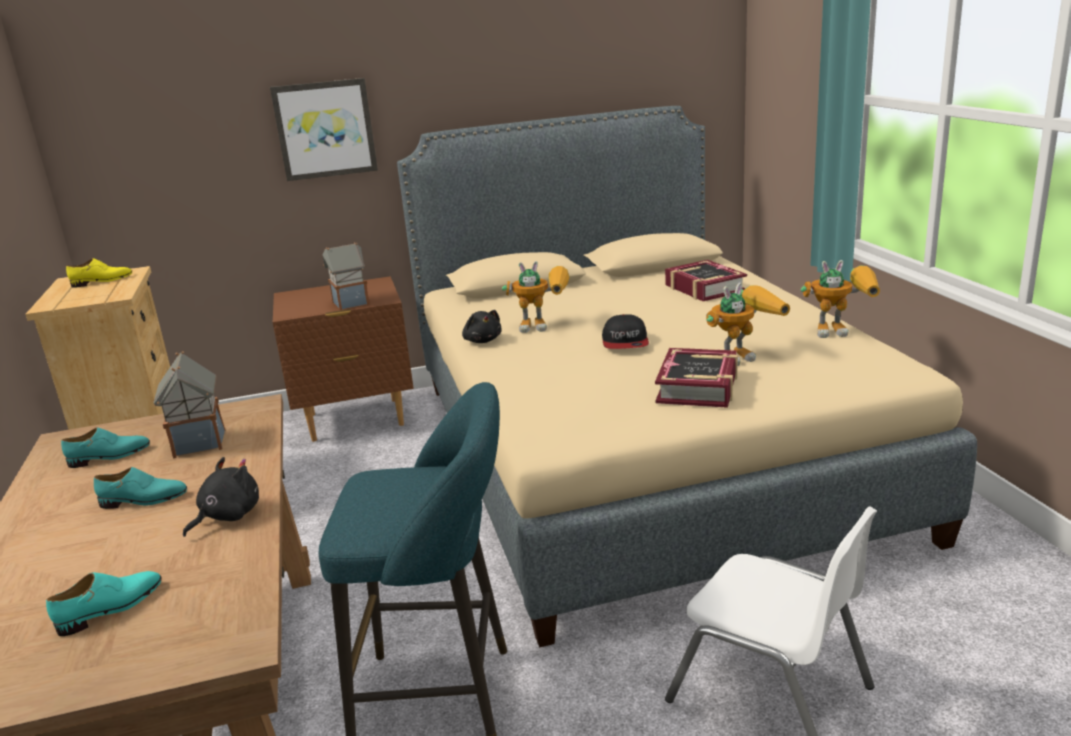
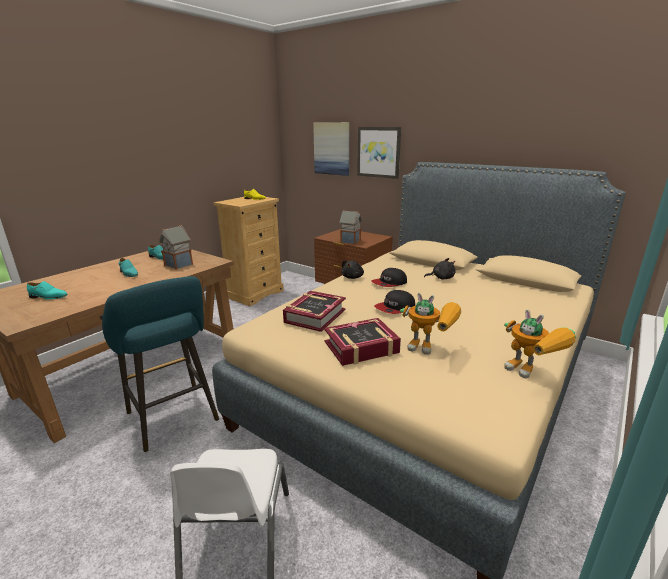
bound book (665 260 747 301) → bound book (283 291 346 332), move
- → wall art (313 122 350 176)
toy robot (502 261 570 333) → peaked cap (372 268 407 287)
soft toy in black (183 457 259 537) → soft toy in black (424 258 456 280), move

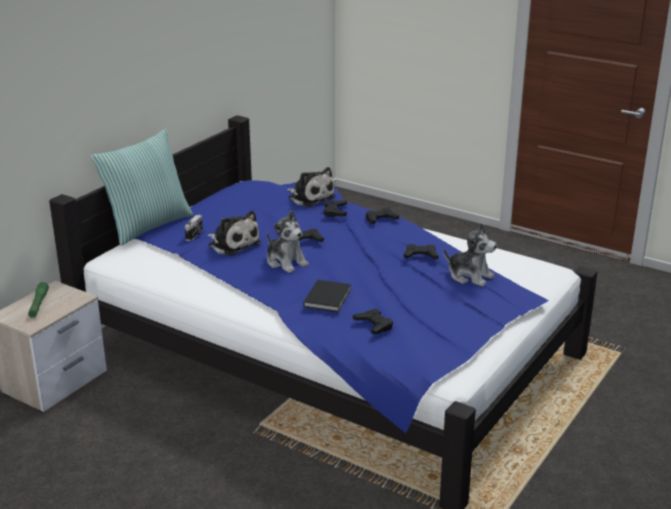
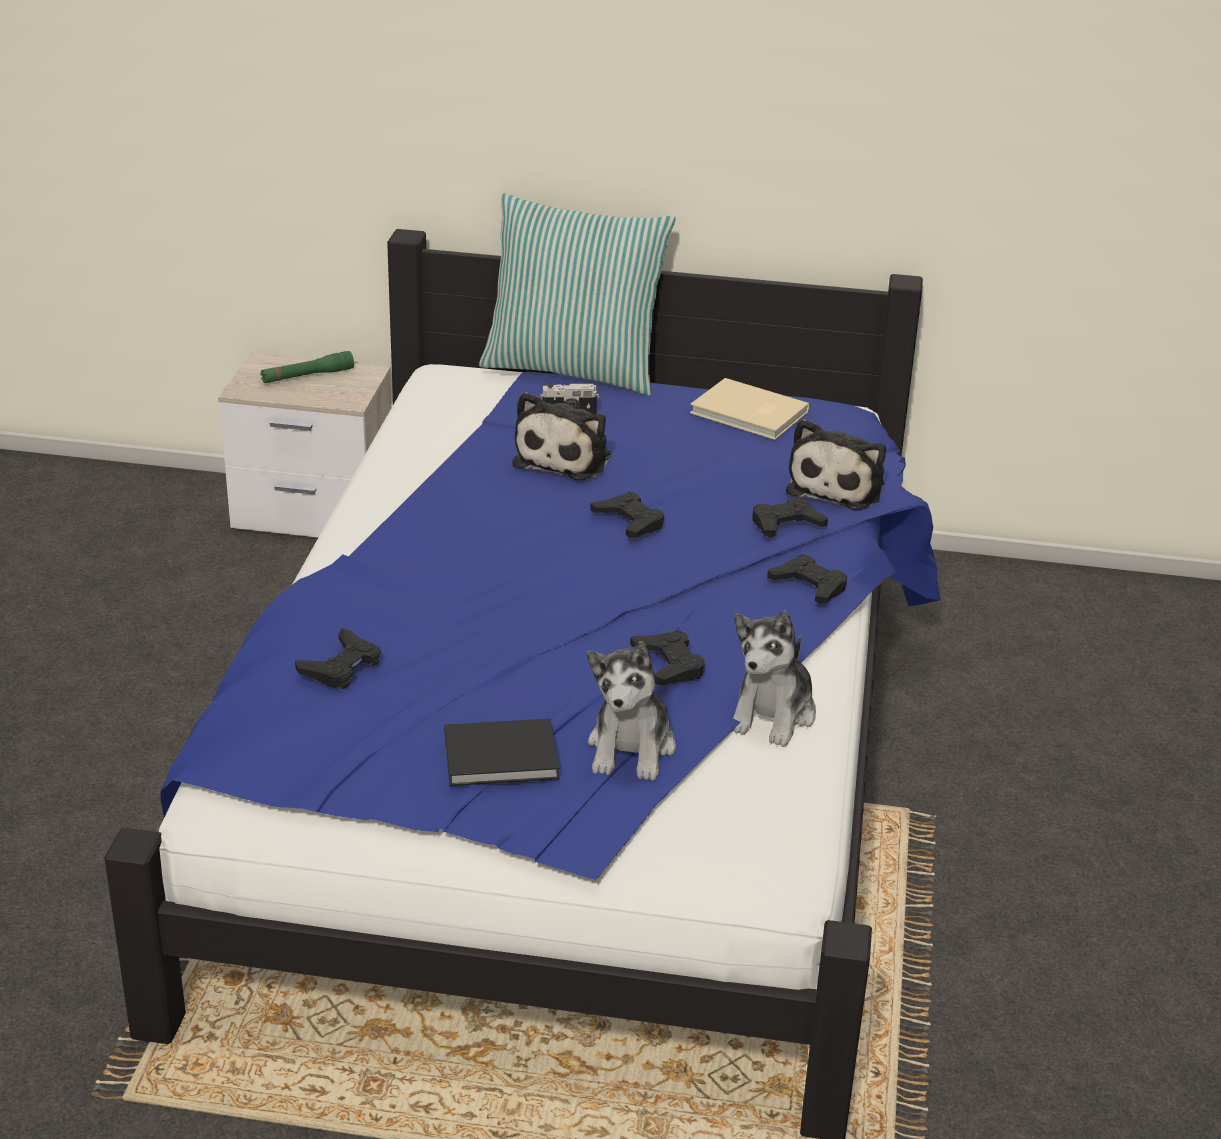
bound book in black (303 280 351 312) → bound book in black (444 719 560 786), move
- → bound book in beige-coloured (690 378 809 440)
soft toy (267 211 309 273) → soft toy (731 611 816 747), move

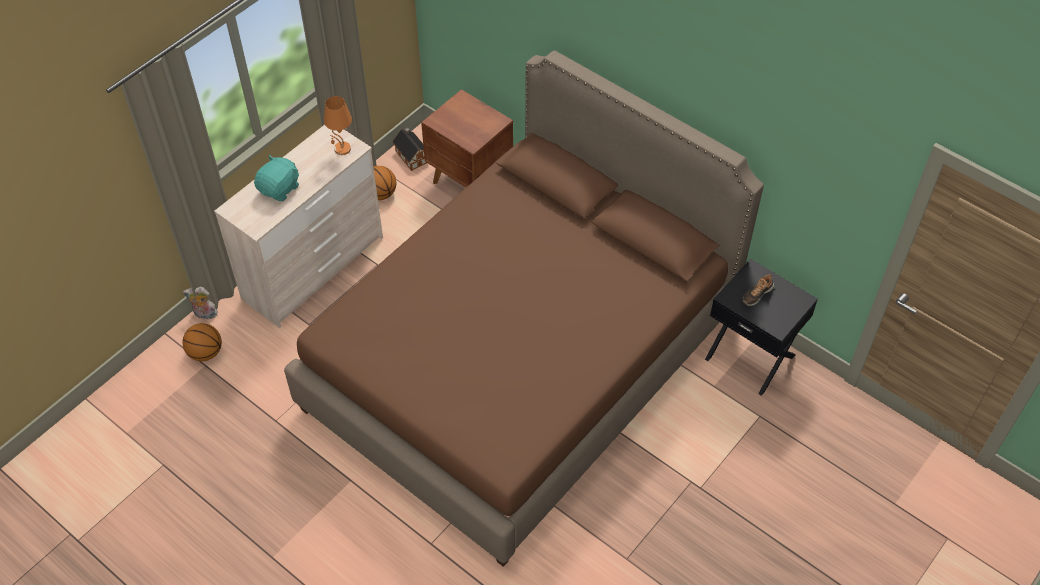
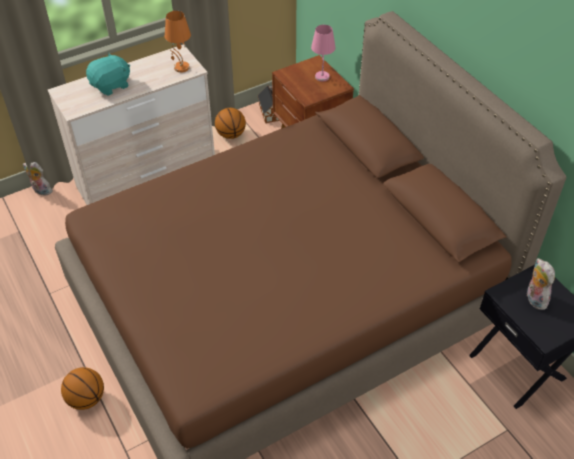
basketball ball (182 323 222 361) → basketball ball (61 367 104 410), move
- → tabletop lamp in pink-coloured (311 25 336 82)
shoe (743 274 774 306) → soft toy (526 258 555 310)

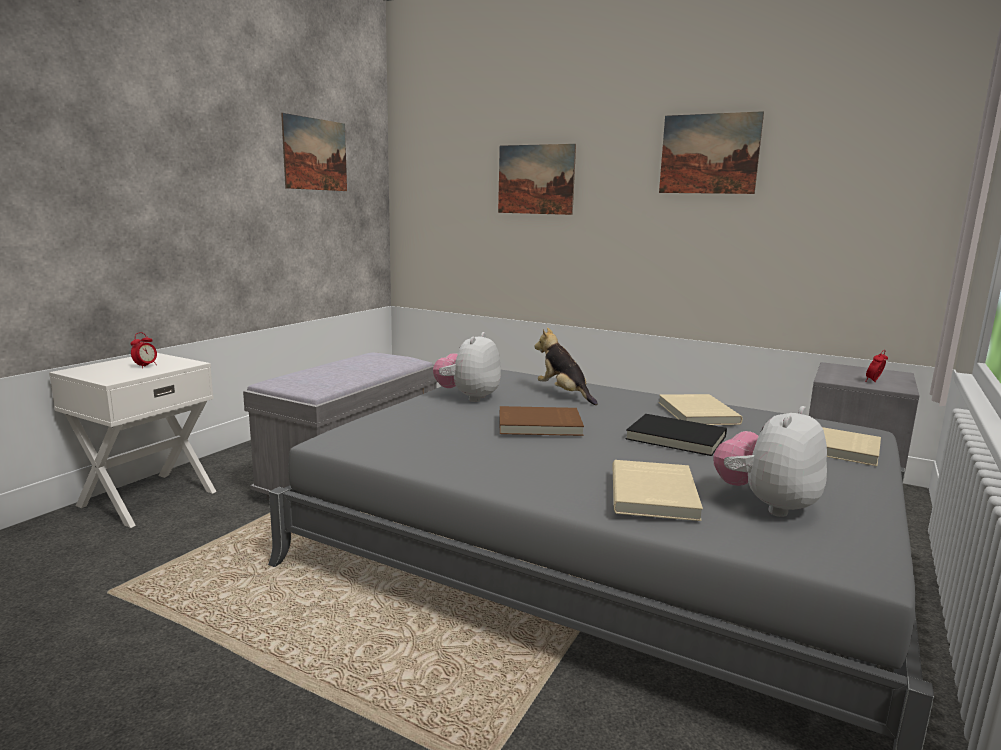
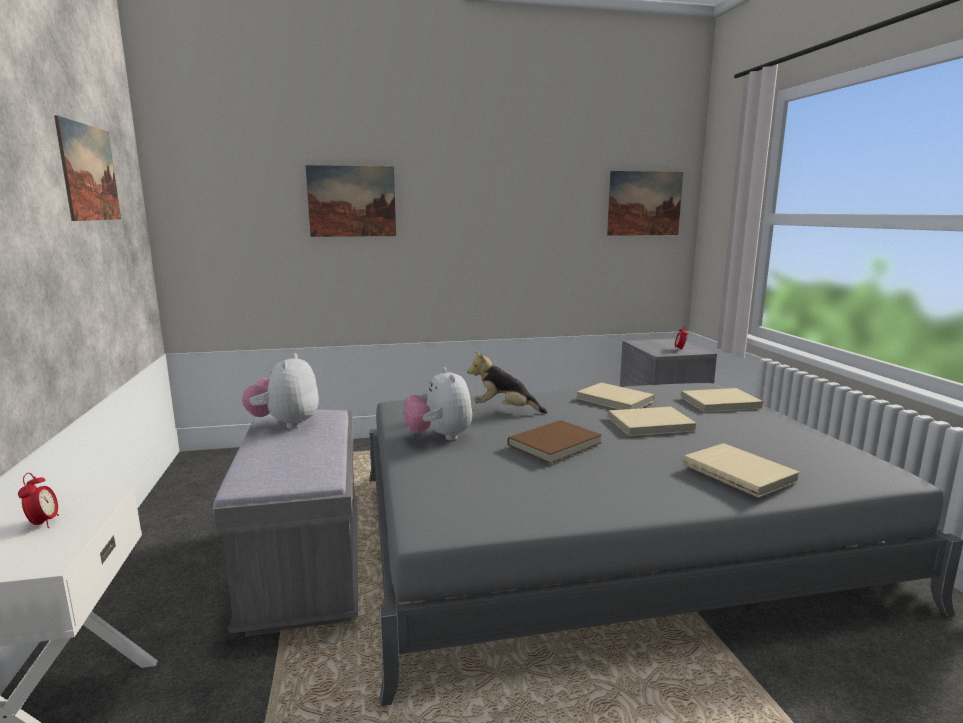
soft toy (713 406 827 517) → soft toy (242 353 319 429), move
wall art (659 111 764 194) → wall art (607 171 683 236), move
bound book in black (626 414 727 456) → bound book in beige-coloured (608 407 697 436)

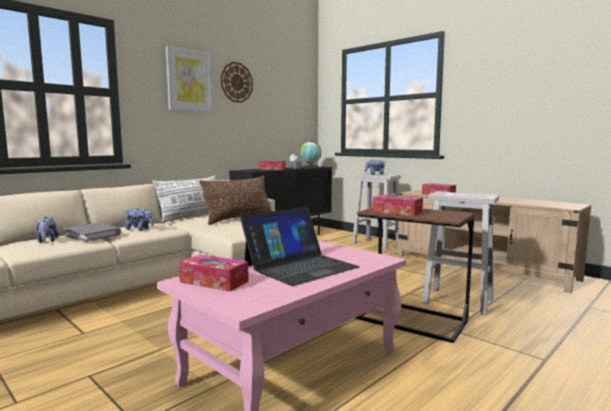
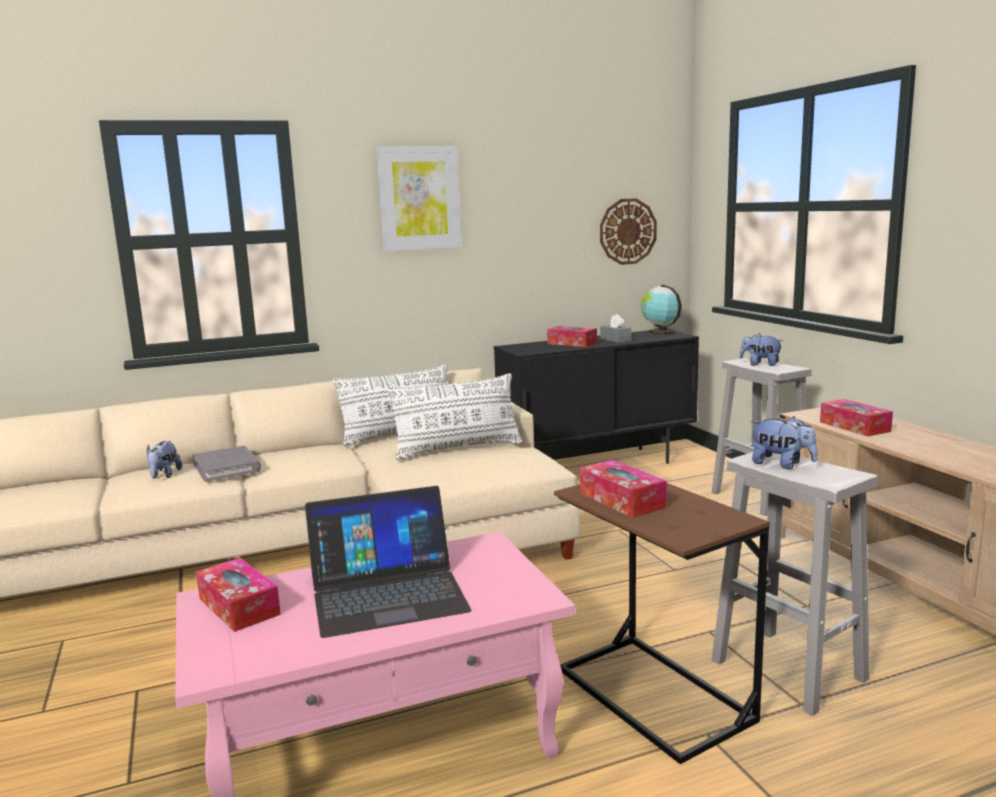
throw pillow in brown-coloured (199 176 272 225) → throw pillow in whitish (387 373 522 460)
hanging clock (221 62 253 103) → hanging clock (600 198 657 265), move
soft toy (125 207 154 231) → soft toy (750 416 817 469), move

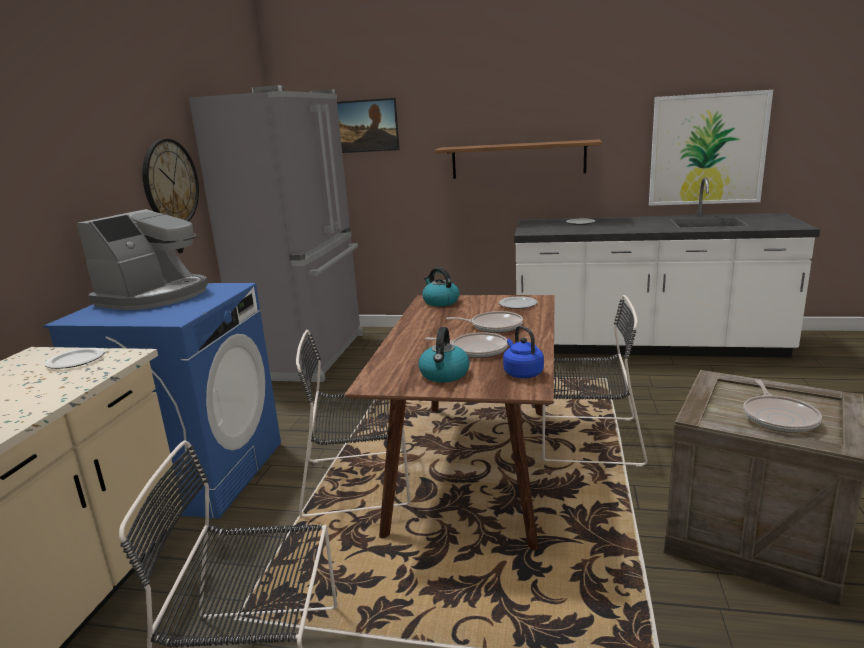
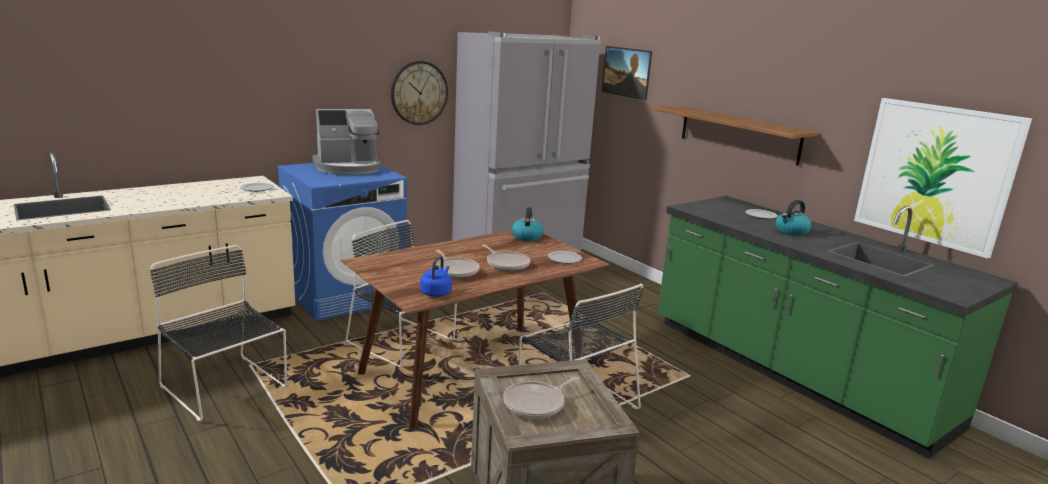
kitchen counter in whitish (514 177 820 358) → kitchen counter in greenish (658 196 1018 459)
water kettle (418 327 470 382) → water kettle (776 200 811 235), move

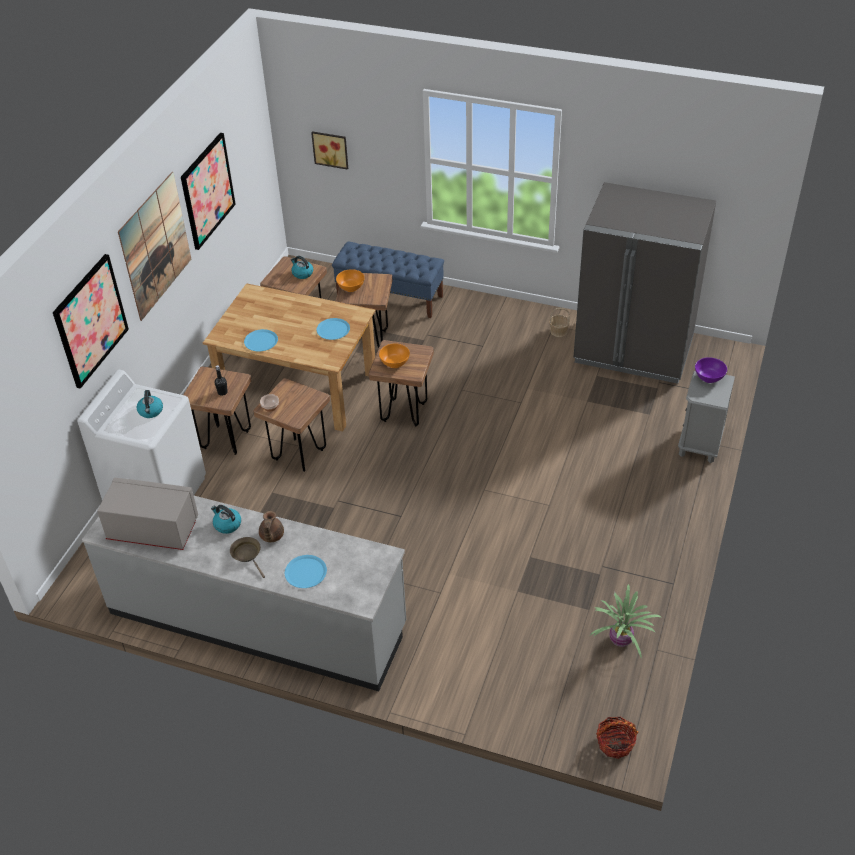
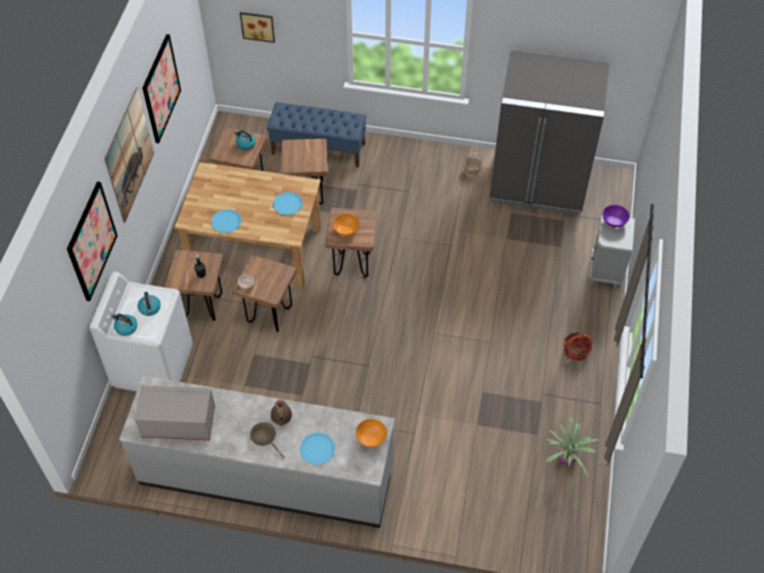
water kettle (211 505 241 534) → water kettle (111 314 137 336), move
deep dish in orangey (336 269 365 292) → deep dish in orangey (356 419 387 448), move
household basket (596 717 638 759) → household basket (564 332 593 361), move

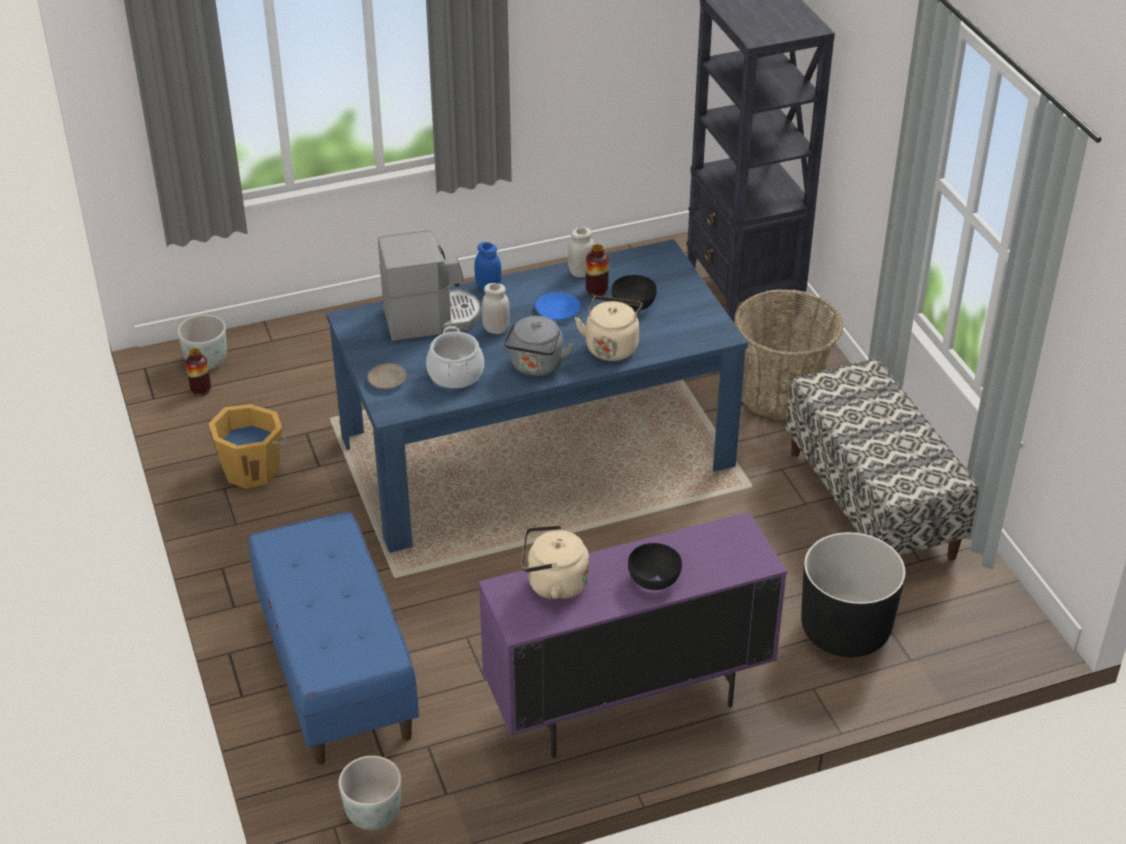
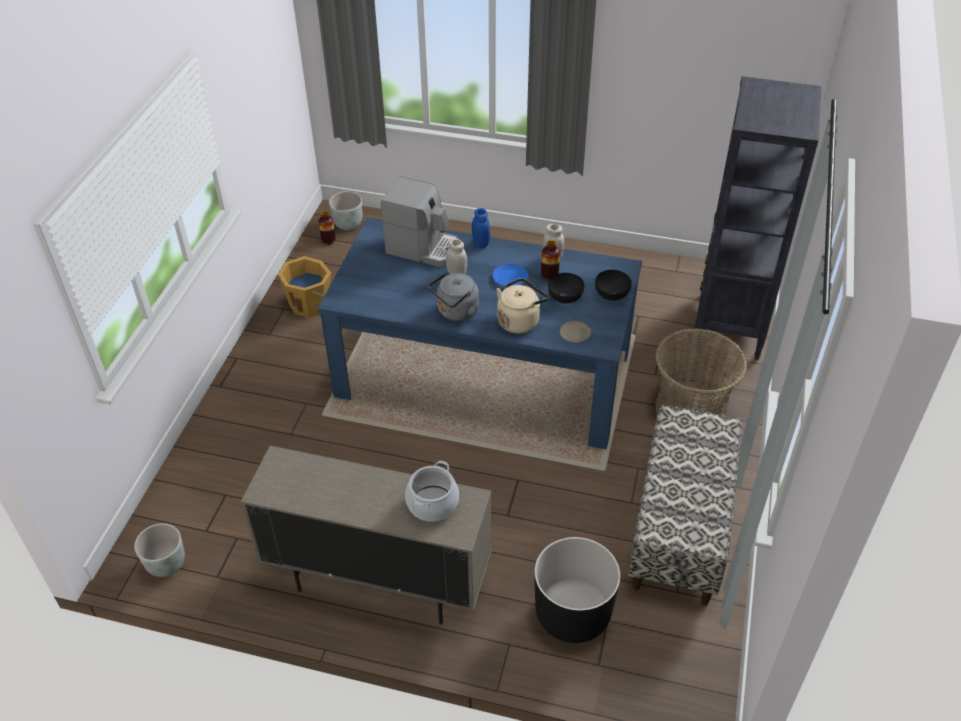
cabinet in purple-coloured (479 512 787 759) → cabinet in beige-coloured (241 446 491 625)
cooking pot (426 326 484 389) → cooking pot (405 461 459 522), move
dinner plate in beige-coloured (368 363 406 389) → dinner plate in beige-coloured (560 321 591 343), move
deep dish in black (628 543 682 590) → deep dish in black (595 270 632 301), move
bench in blue-coloured (249 511 419 765) → -
water kettle in beige-coloured (521 525 589 601) → -

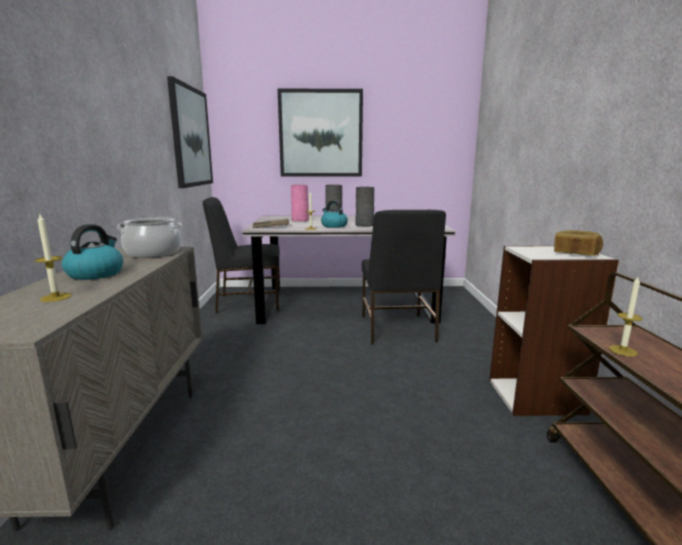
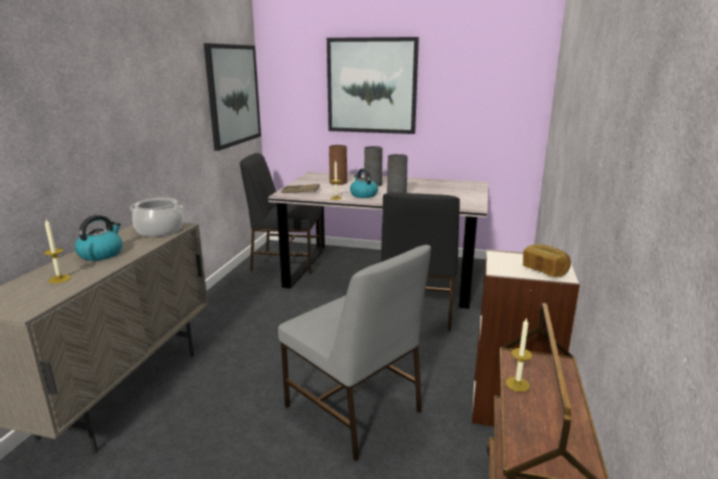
- → chair in greyish (278 245 431 461)
decorative vase in pink-coloured (291 185 309 222) → decorative vase in brown-coloured (329 145 347 185)

